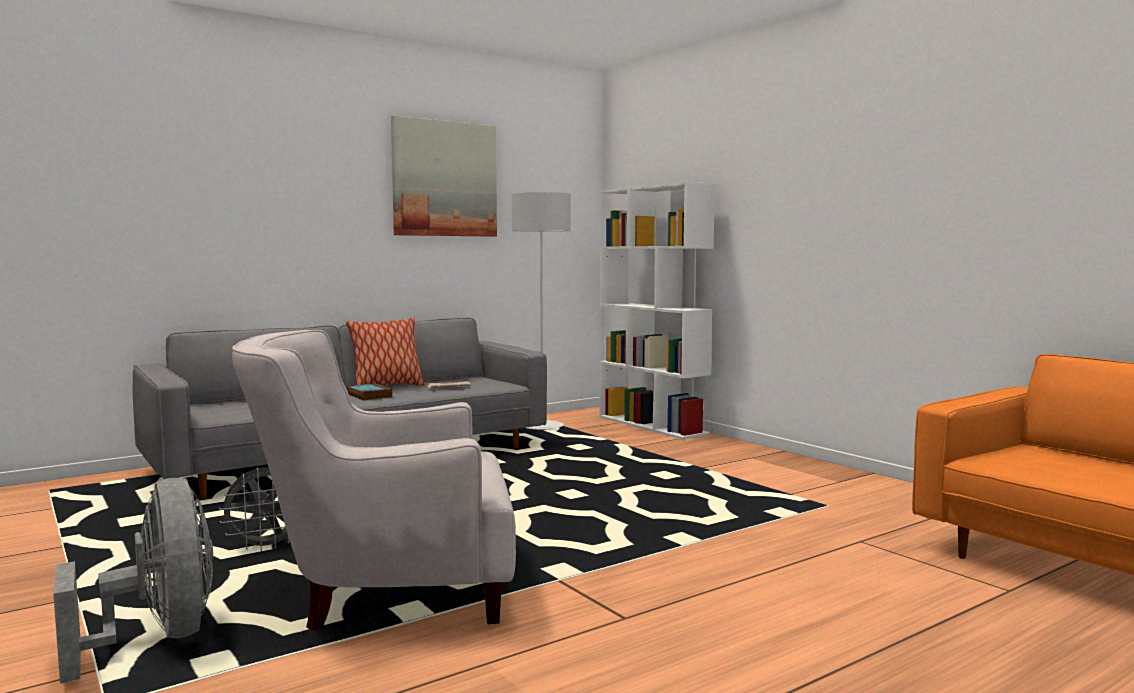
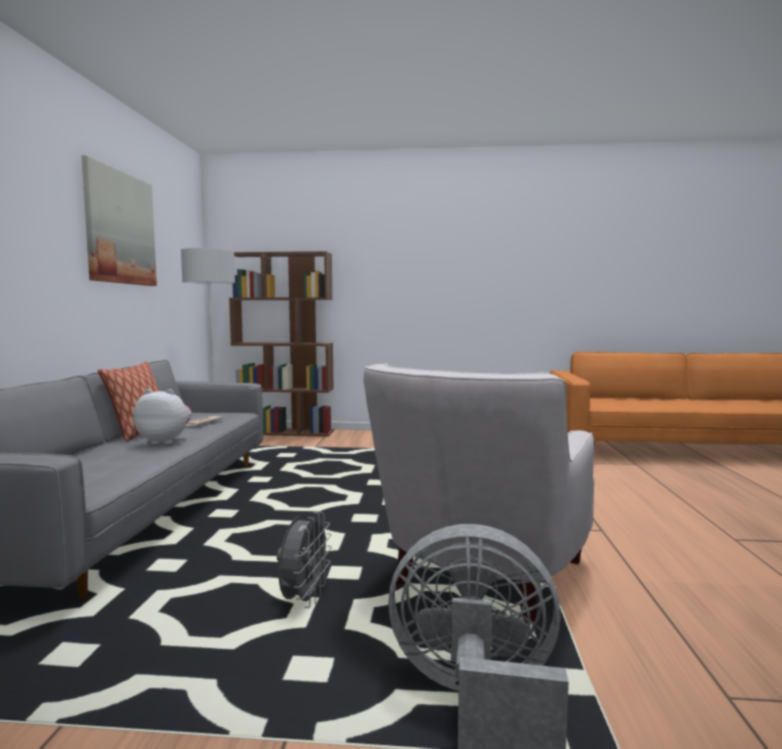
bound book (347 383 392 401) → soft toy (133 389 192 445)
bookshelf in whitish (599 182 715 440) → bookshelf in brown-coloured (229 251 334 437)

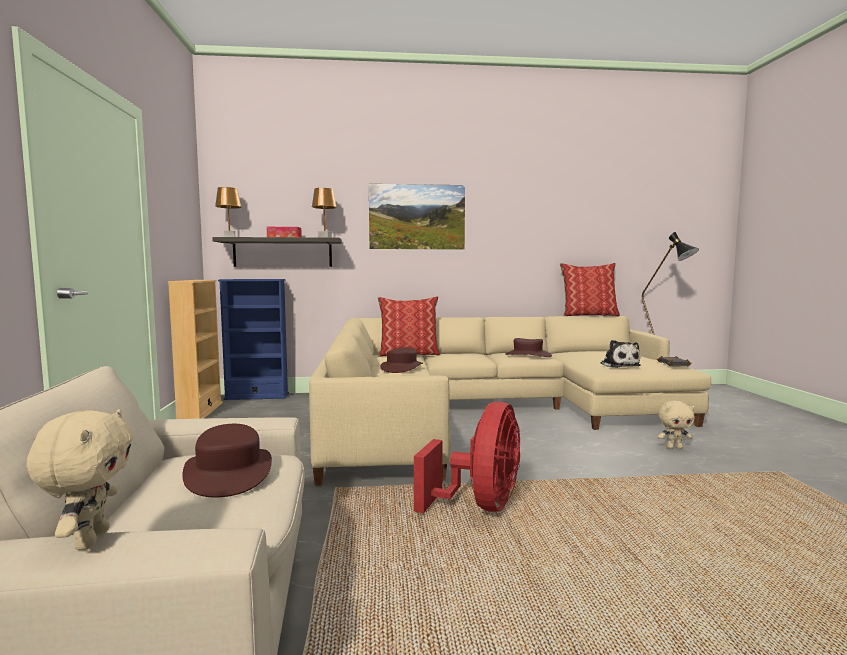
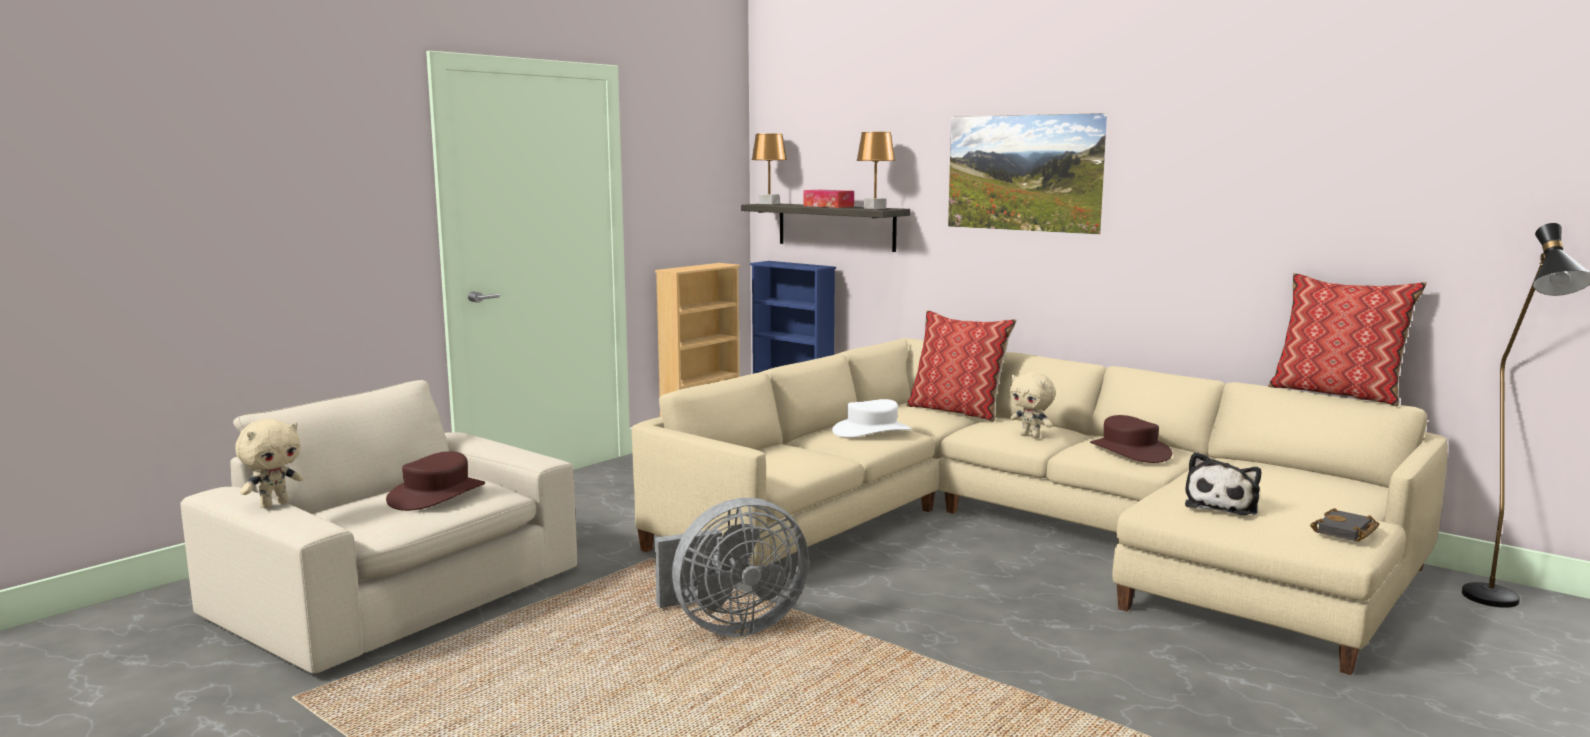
electric fan in reddish (414 402 520 513) → electric fan in greyish (655 498 809 637)
clothing hat in brown-coloured (380 347 423 373) → clothing hat in whitish (832 399 912 437)
soft toy in beige-coloured (658 401 695 449) → soft toy in beige-coloured (1010 372 1056 439), move

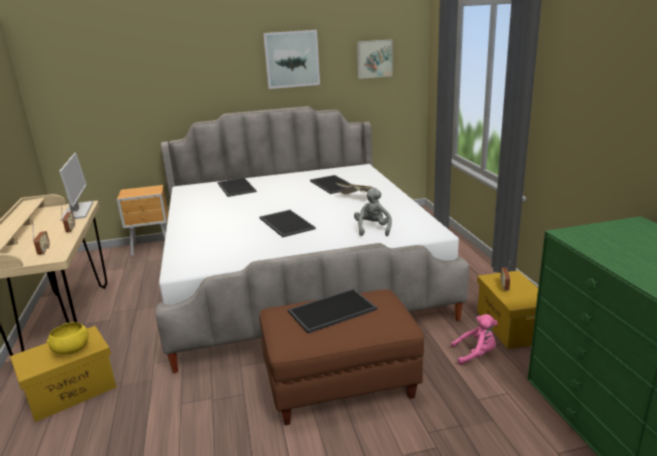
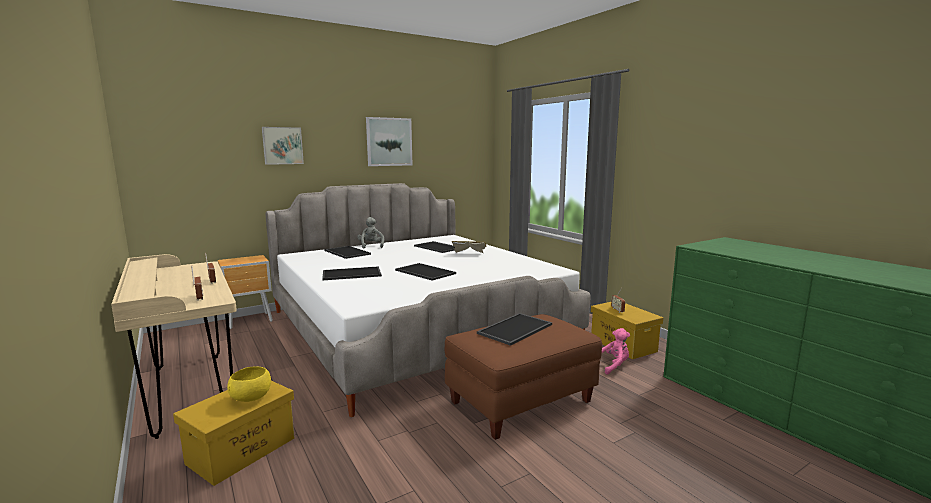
wall art (357 39 393 79) → wall art (262 127 304 165), move
- → serving tray (322 266 382 280)
soft toy in greyish (354 187 392 236) → soft toy in greyish (357 217 384 248), move
monitor (59 153 93 221) → -

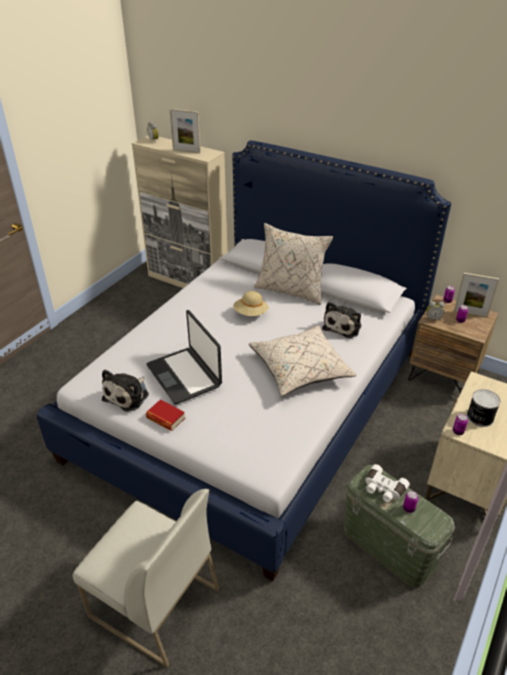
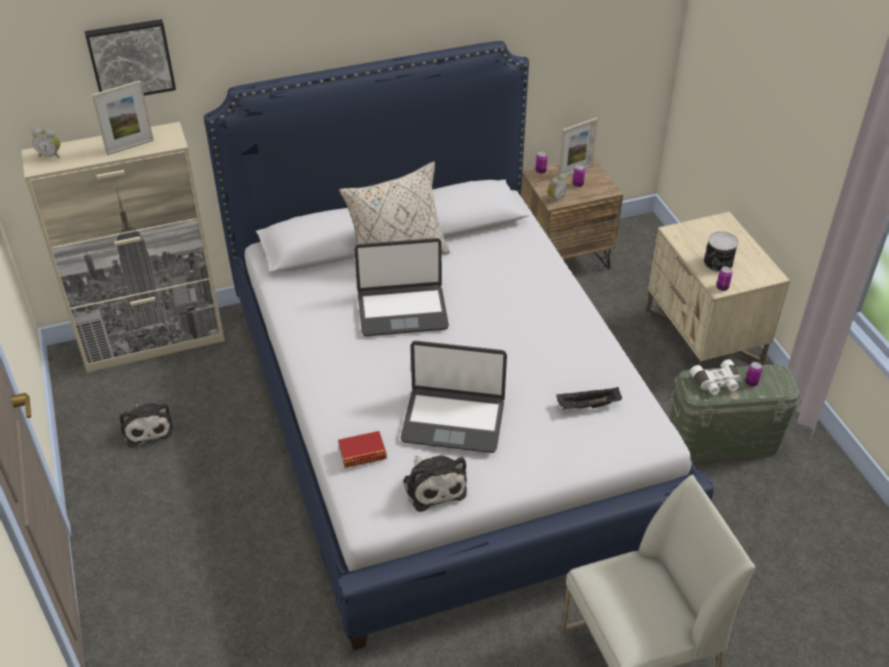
- → wall art (84 19 176 96)
soft toy (322 302 361 338) → soft toy (120 403 174 448), move
bound book (146 400 185 431) → bound book (338 431 387 468), move
clothing hat in beige-coloured (233 291 268 316) → portable computer (354 238 449 336)
- → serving tray in black (556 387 622 410)
throw pillow in beige-coloured (249 325 356 396) → -

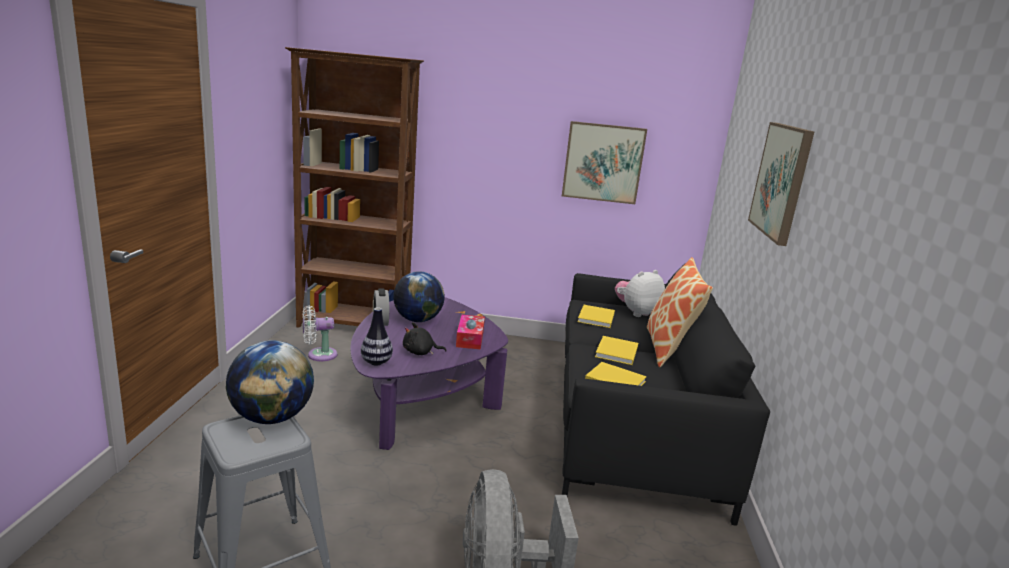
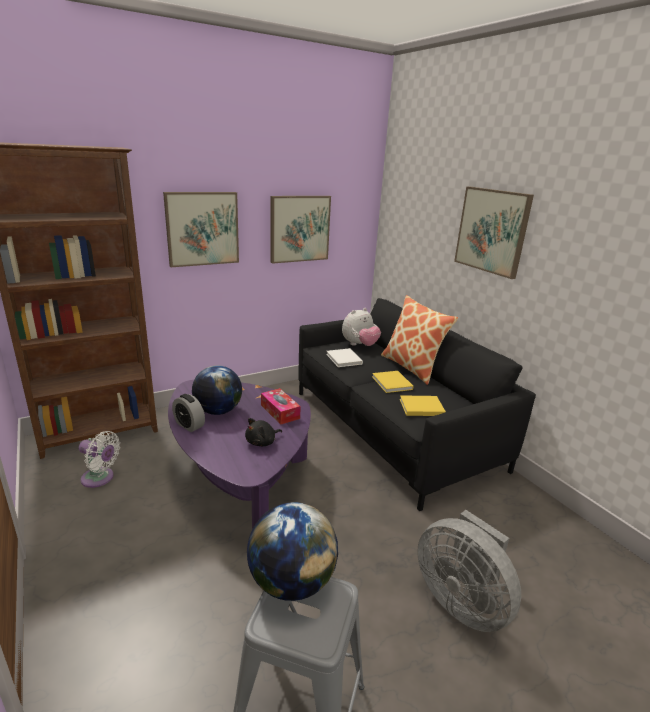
electric fan in whitish (303 306 338 361) → electric fan in whitish (79 431 120 488), 105 degrees counterclockwise
- → wall art (163 192 239 267)
bound book in yellow-coloured (578 305 615 328) → bound book in whitish (326 348 363 367)
soft toy (615 270 665 317) → soft toy (342 308 381 346), 150 degrees counterclockwise
decorative vase (361 307 393 365) → -

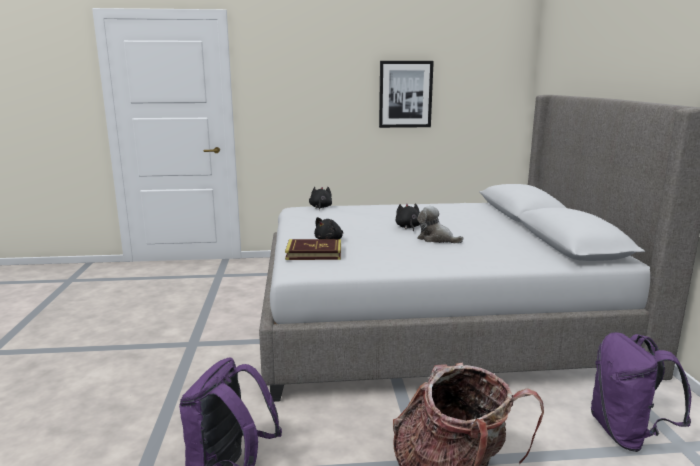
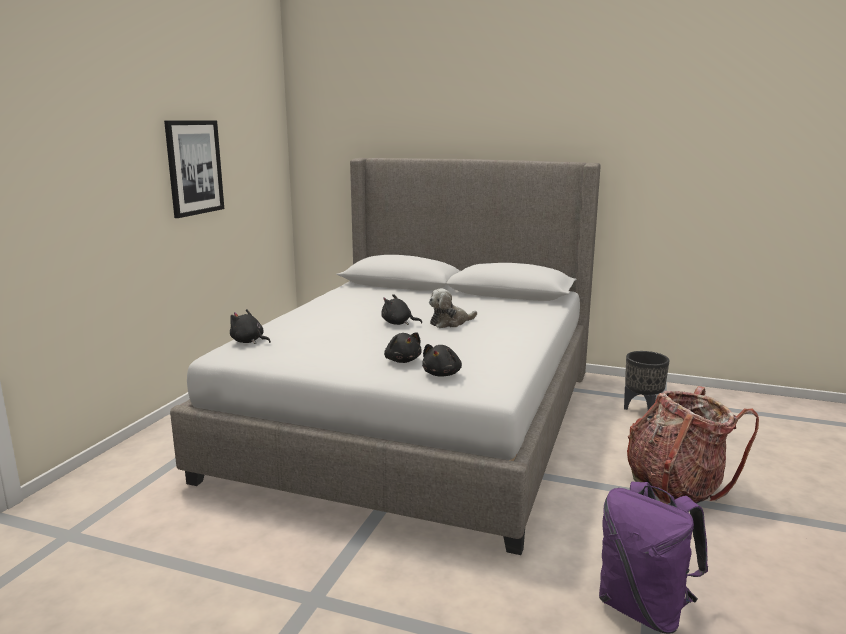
bound book (285 239 341 260) → soft toy in black (422 344 462 376)
rucksack in purple-coloured (591 332 691 452) → flower pot in black (624 351 670 419)

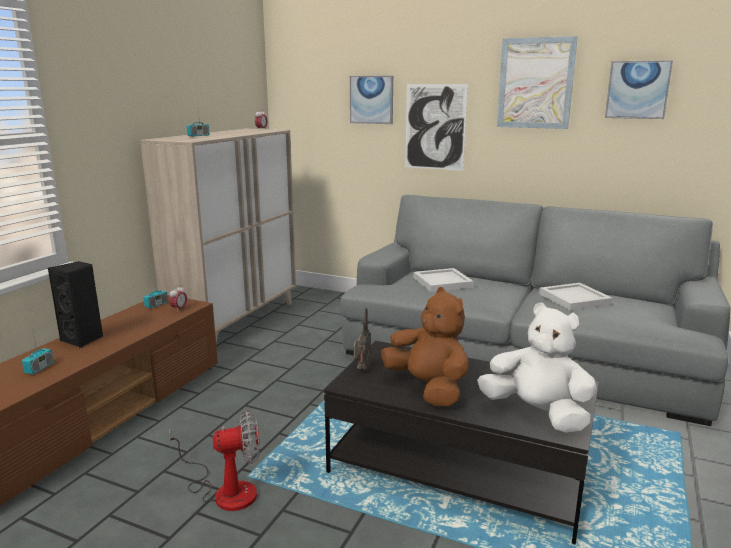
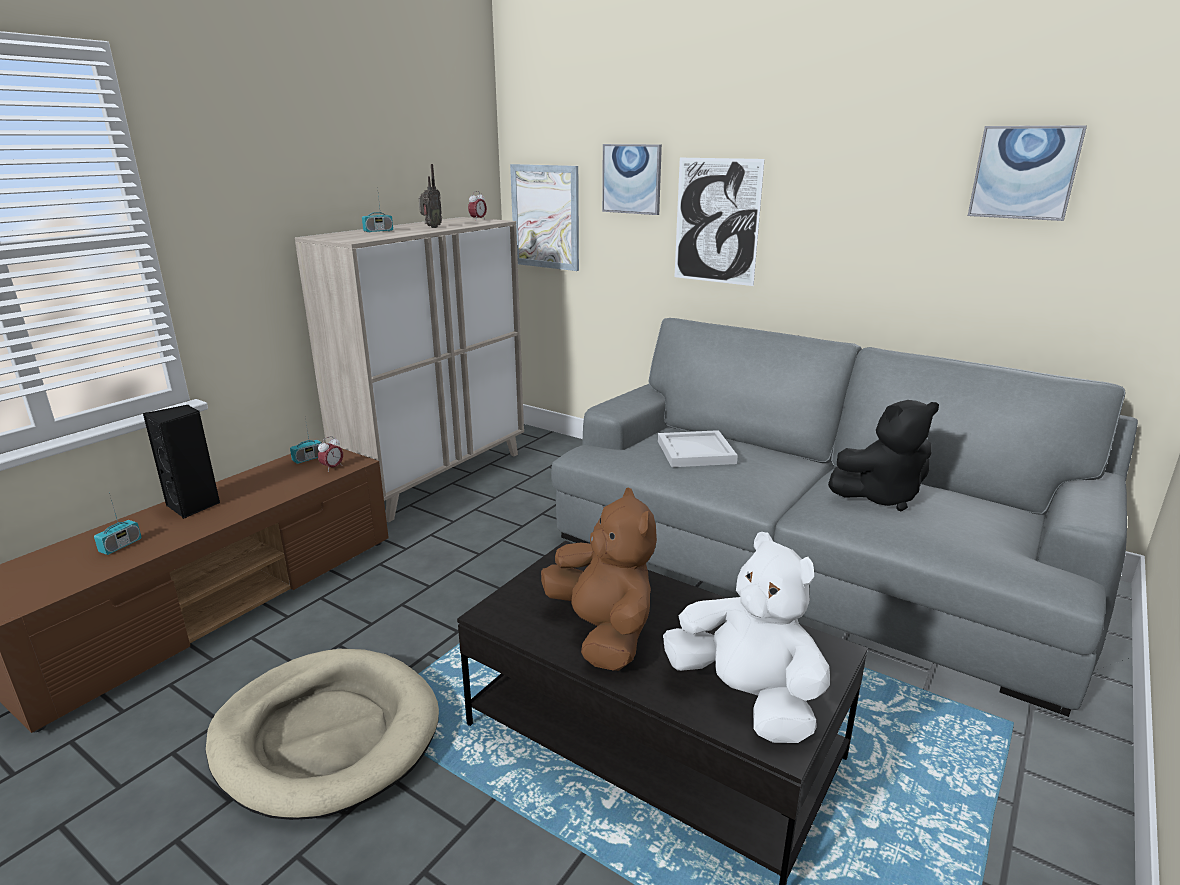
electric fan (169 411 260 511) → dog cushion in beige-coloured (206 649 439 820)
radio set (354 308 371 371) → radio set (419 164 442 228), move
wall art (497 36 578 129) → wall art (510 164 579 271), move
serving tray in whitish (539 283 613 311) → soft toy in black (828 400 939 512)

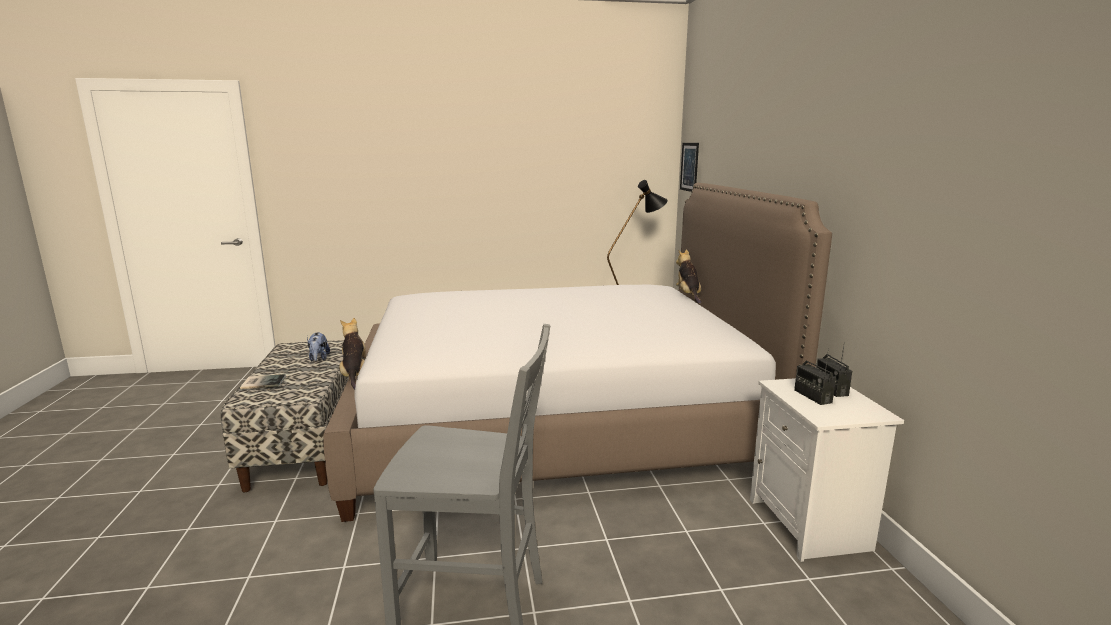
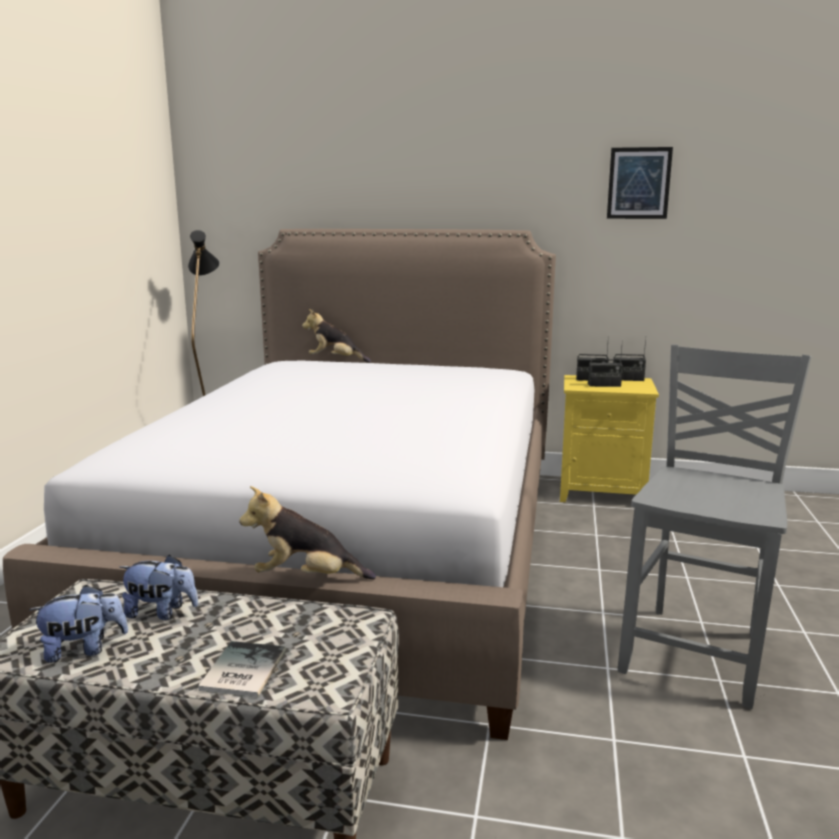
- → soft toy (29 585 128 663)
night table in whitish (750 378 904 562) → night table in yellow-coloured (560 375 659 502)
wall art (680 143 699 192) → wall art (607 147 673 219), move
- → radio set (613 340 646 381)

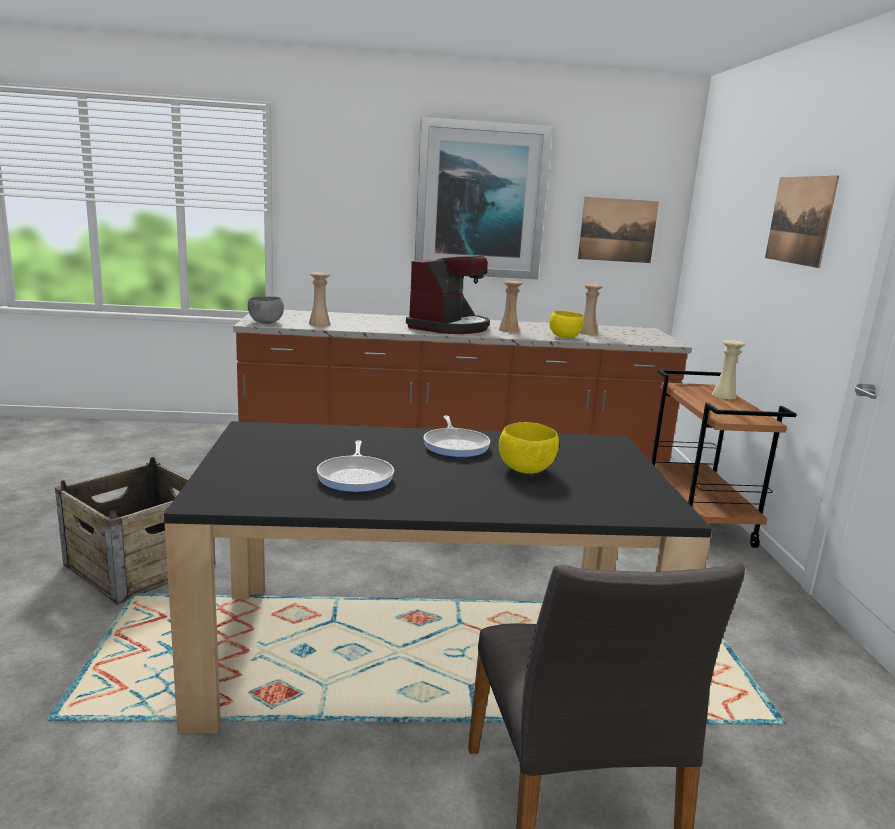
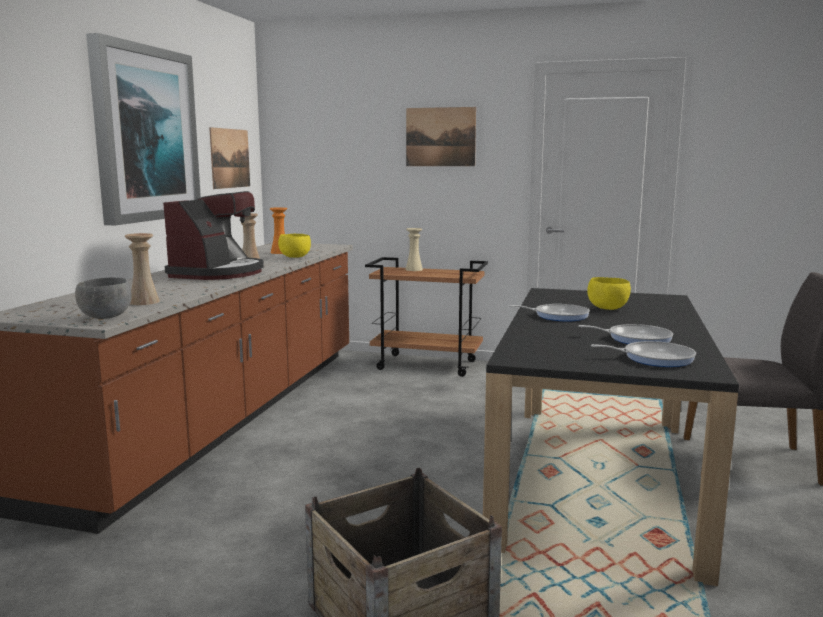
coffee maker (406 255 490 334) → coffee maker (163 191 264 280), 60 degrees clockwise
decorative vase in beige-coloured (580 284 602 335) → decorative vase in orangey (270 207 287 254)
- → skillet (591 341 696 367)

